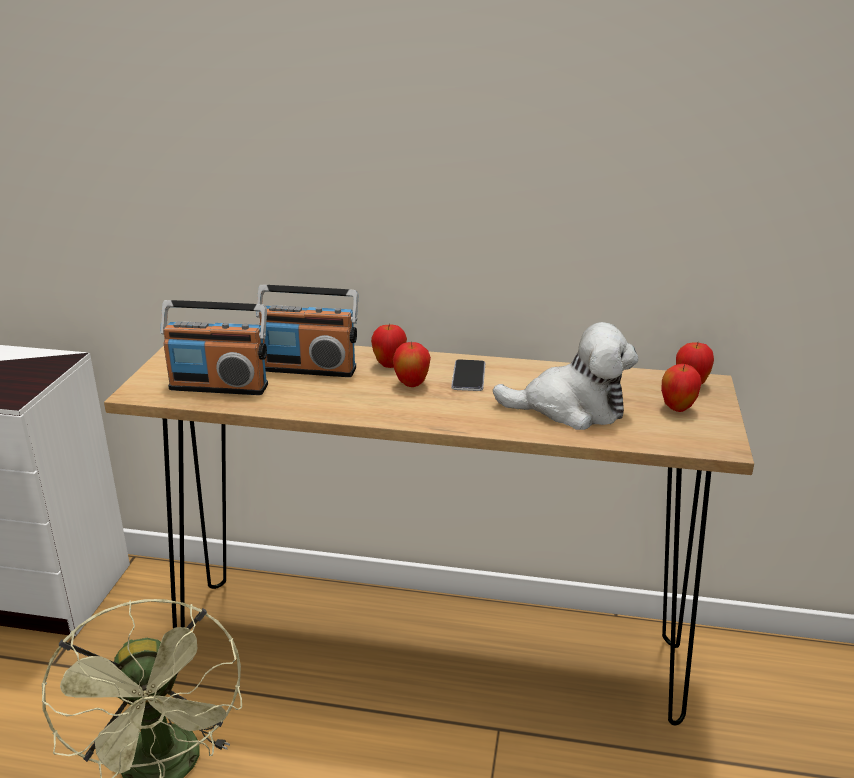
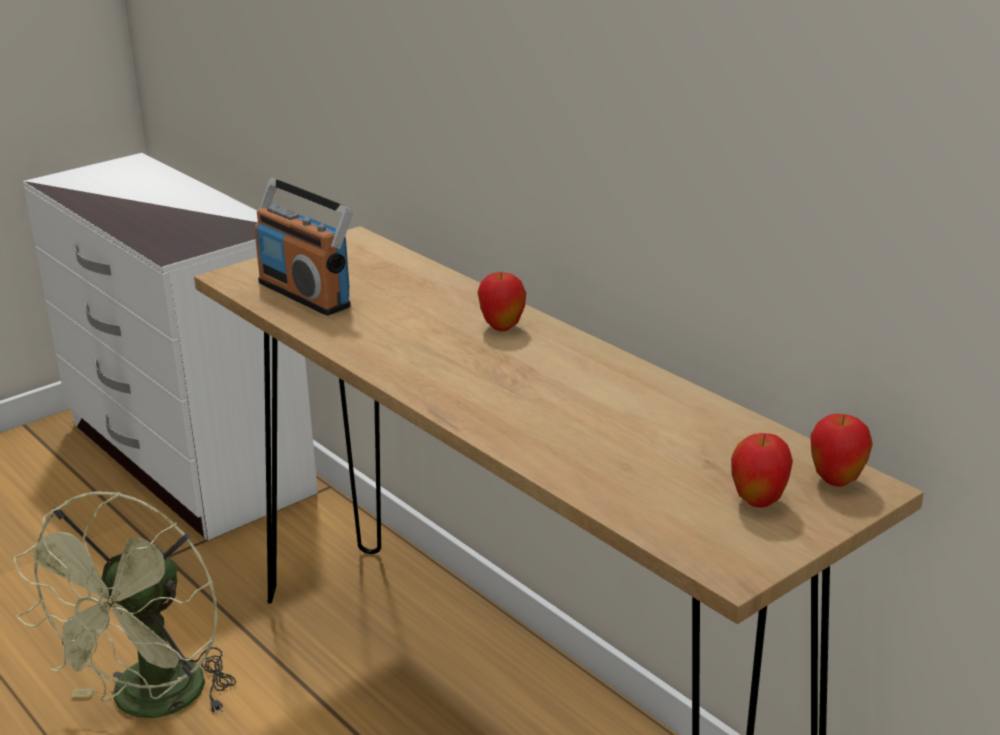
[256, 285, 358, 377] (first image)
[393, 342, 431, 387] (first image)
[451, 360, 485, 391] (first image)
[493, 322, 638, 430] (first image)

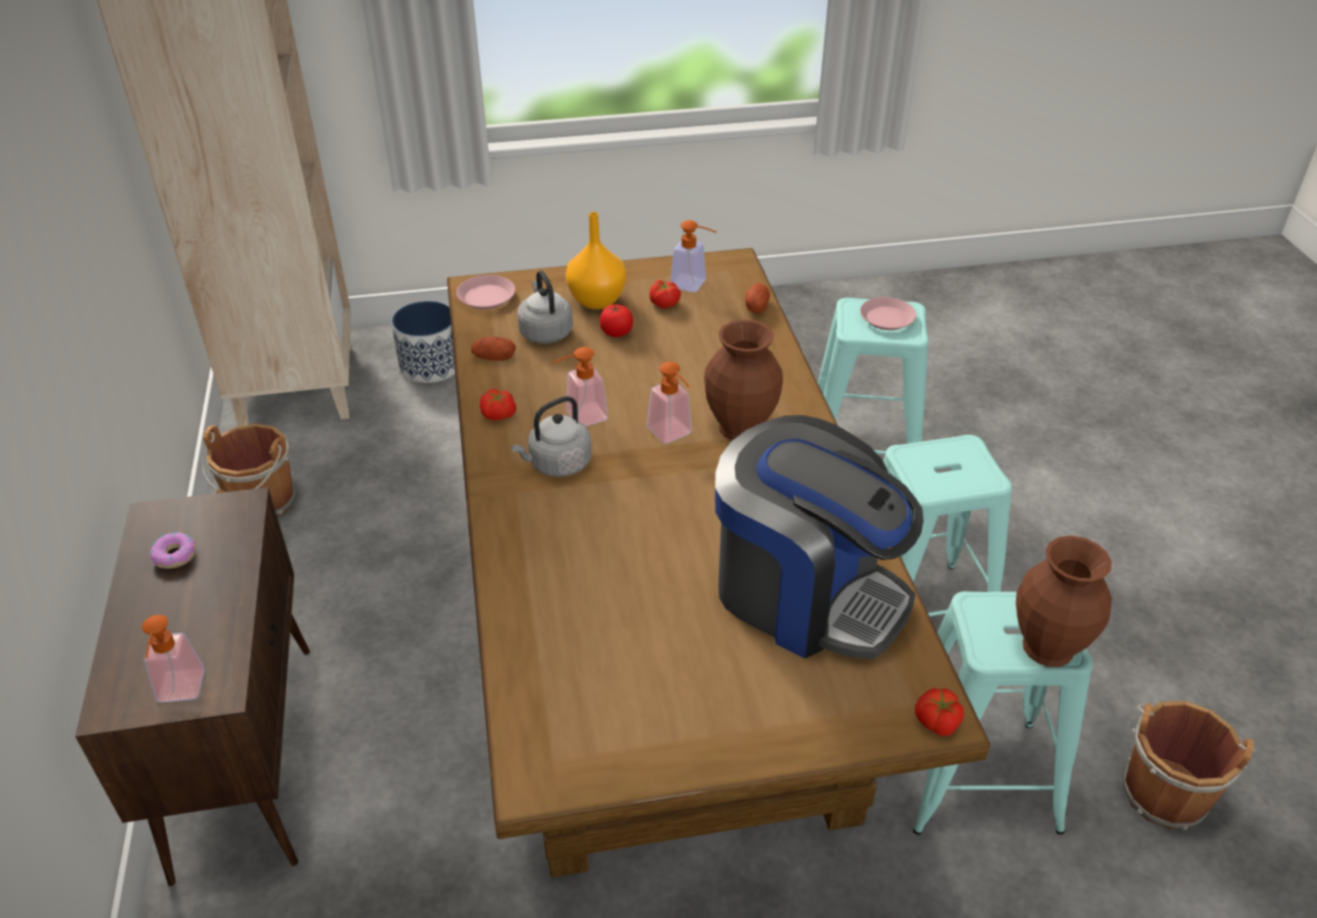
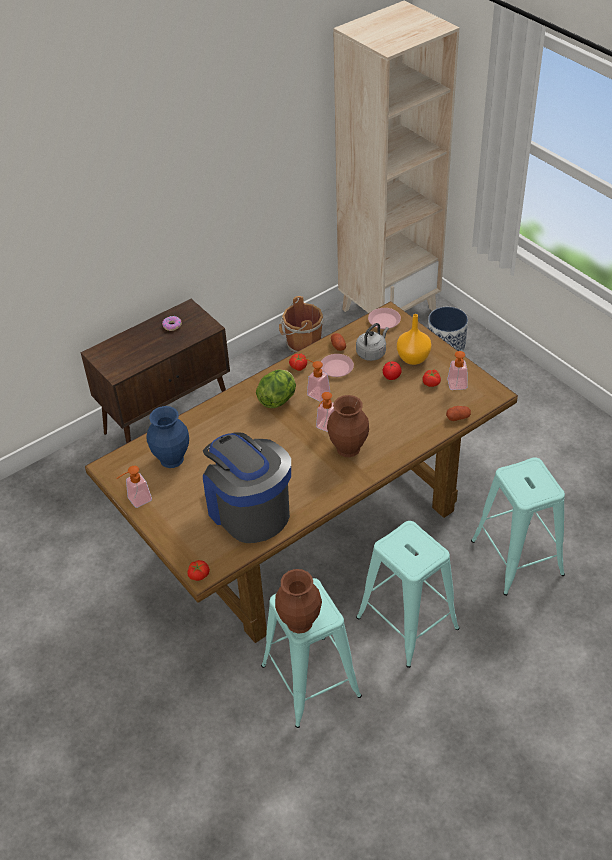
[1123, 701, 1255, 830] (first image)
[147, 406, 189, 468]
[116, 466, 152, 508]
[321, 354, 354, 377]
[256, 369, 296, 408]
[203, 432, 291, 543]

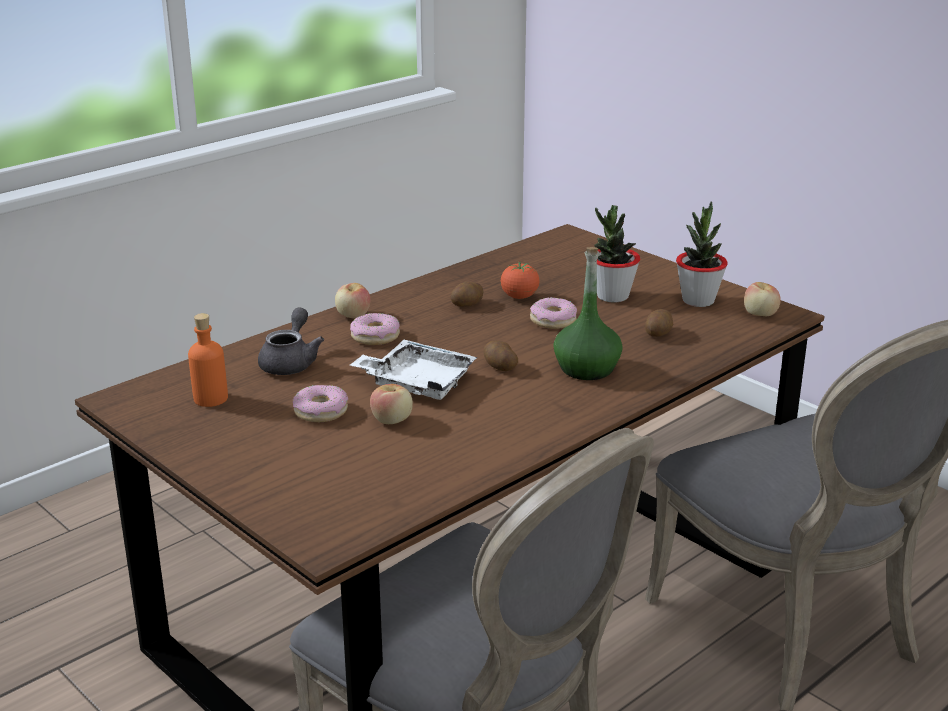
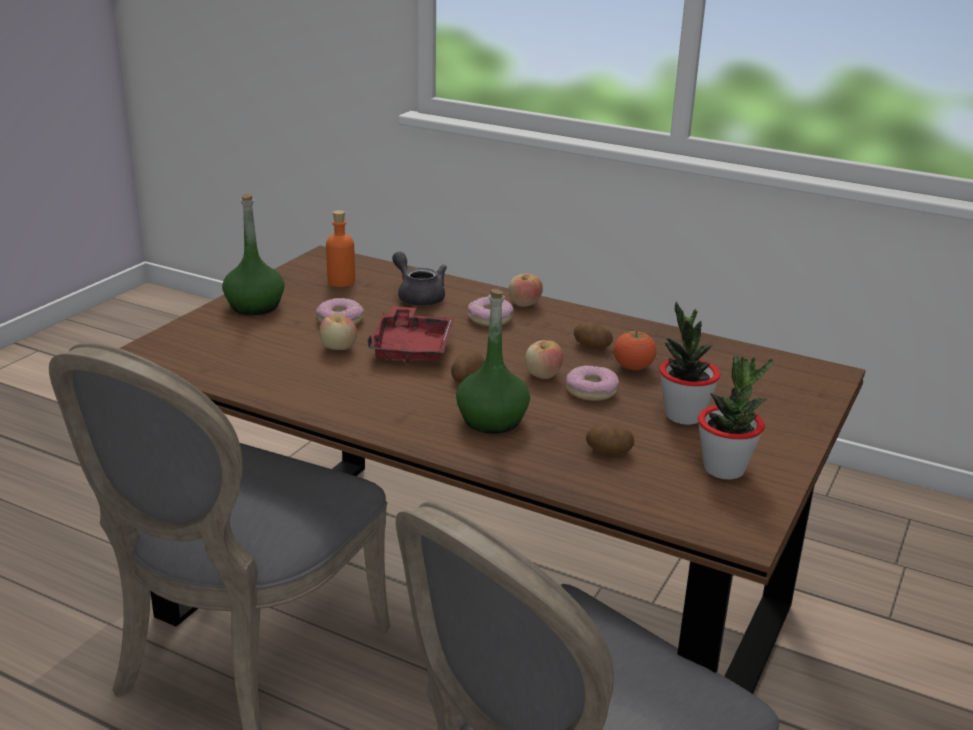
[222, 193, 285, 315]
[525, 340, 563, 379]
[367, 306, 455, 363]
[392, 252, 447, 306]

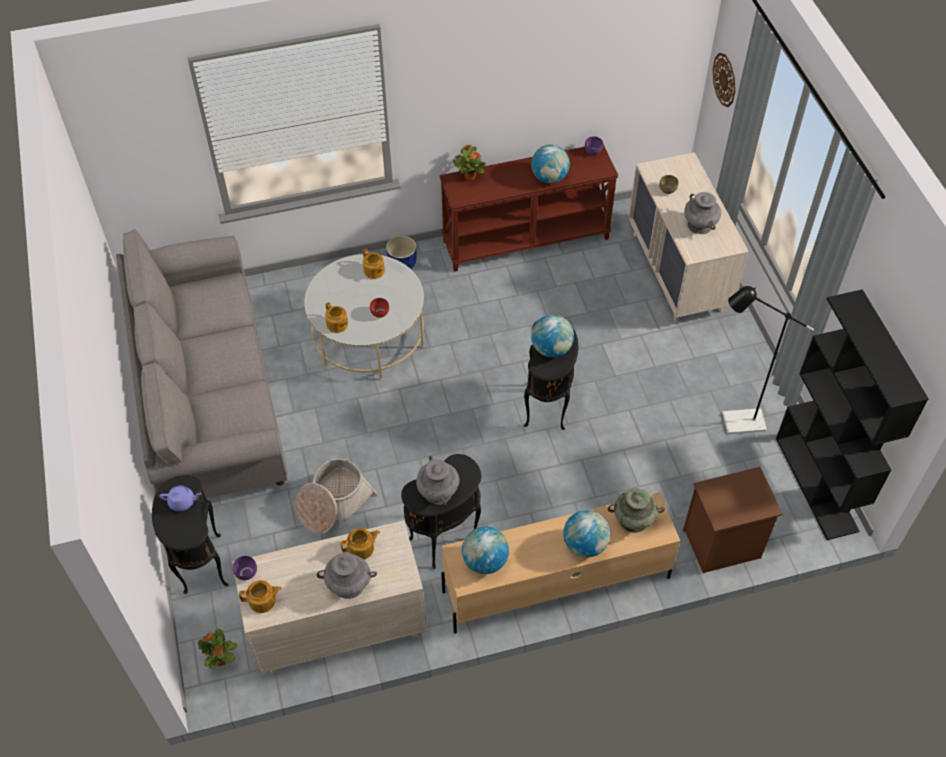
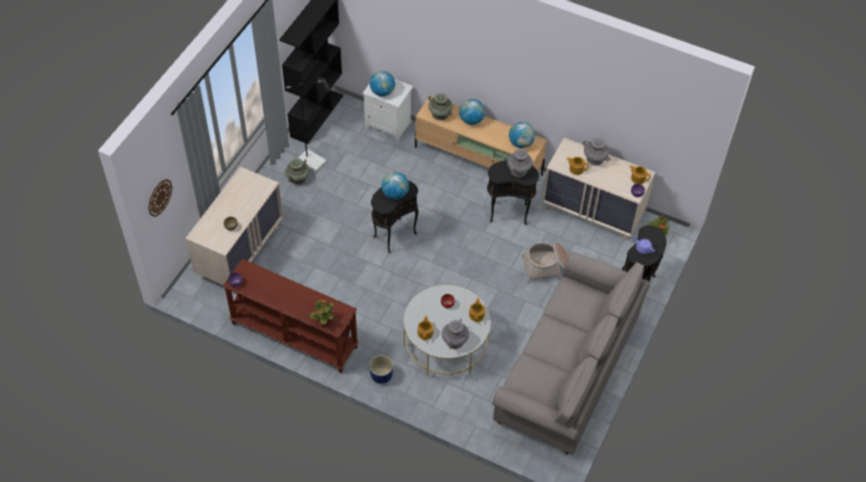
[285, 158, 310, 185]
[370, 71, 395, 97]
[442, 319, 469, 349]
[362, 79, 413, 141]

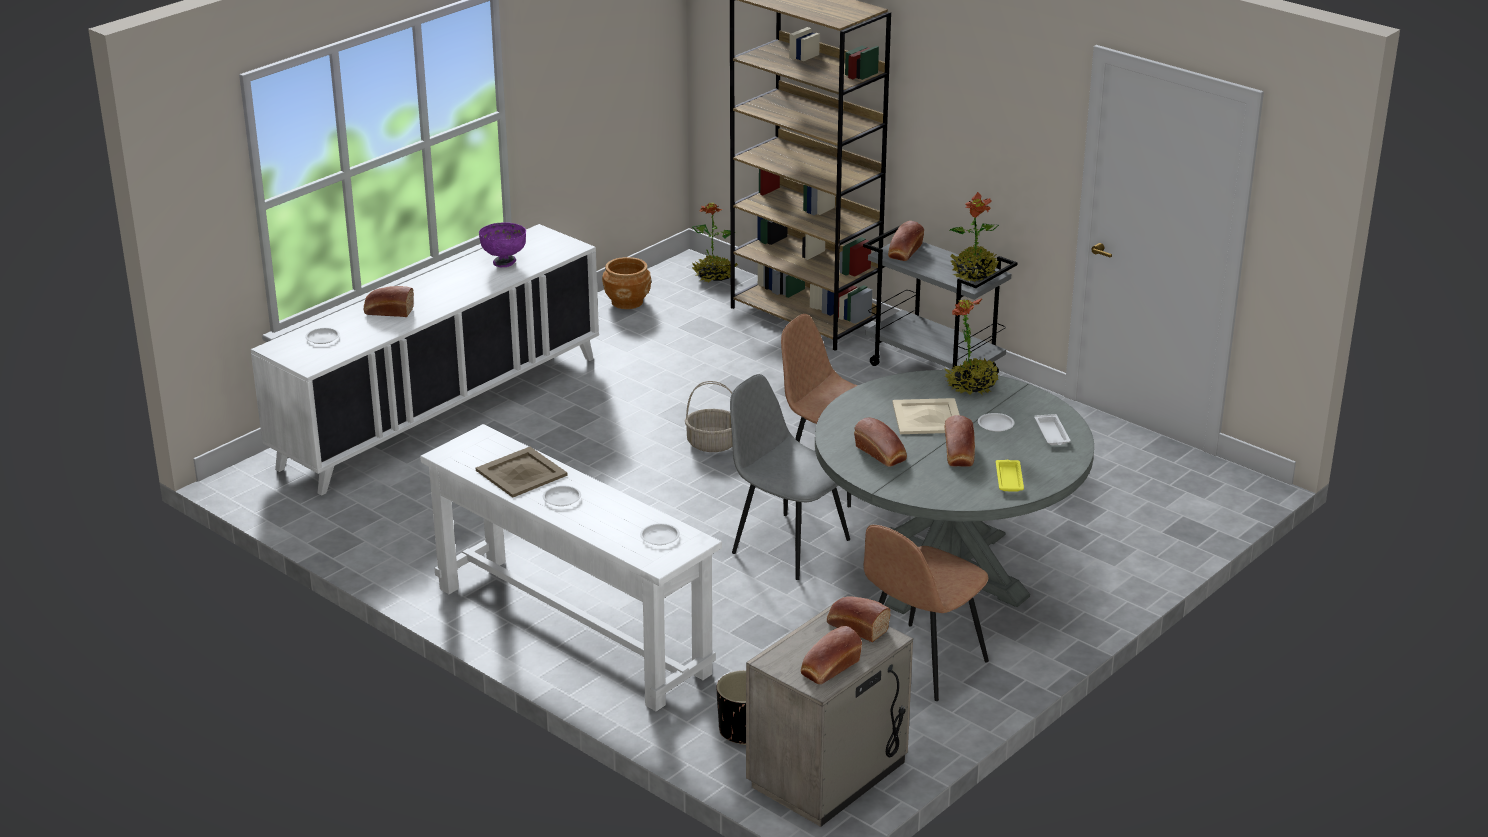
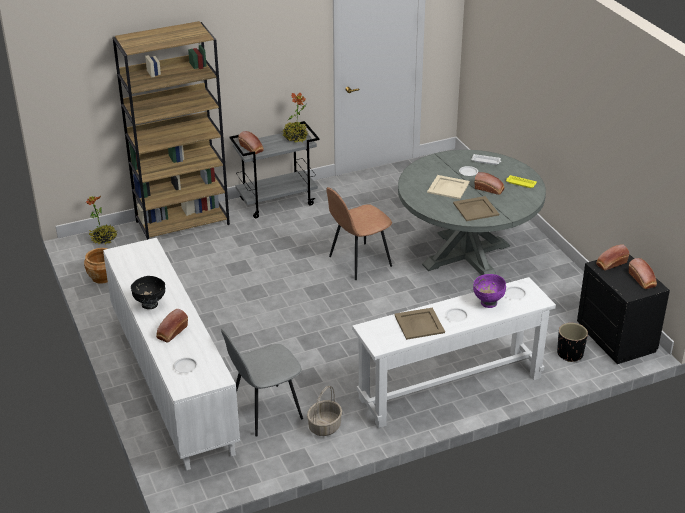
[864, 525, 989, 701] (first image)
[944, 298, 999, 395] (first image)
[131, 276, 165, 309]
[473, 274, 506, 308]
[307, 386, 342, 436]
[221, 329, 303, 436]
[453, 196, 499, 221]
[577, 254, 670, 364]

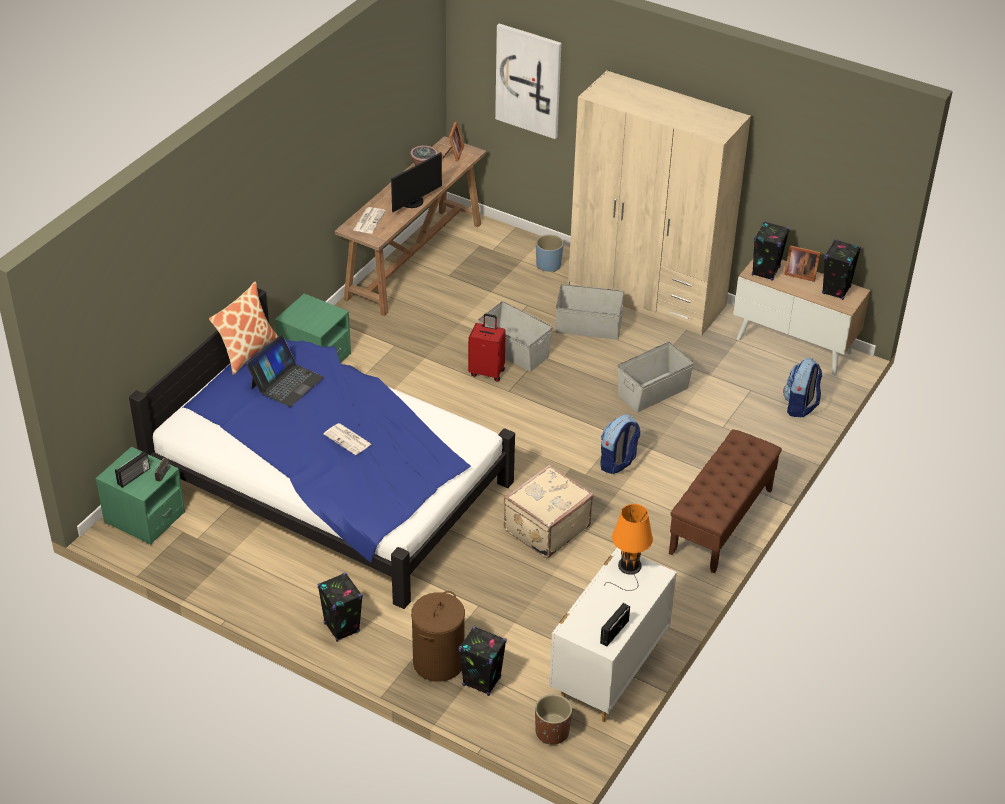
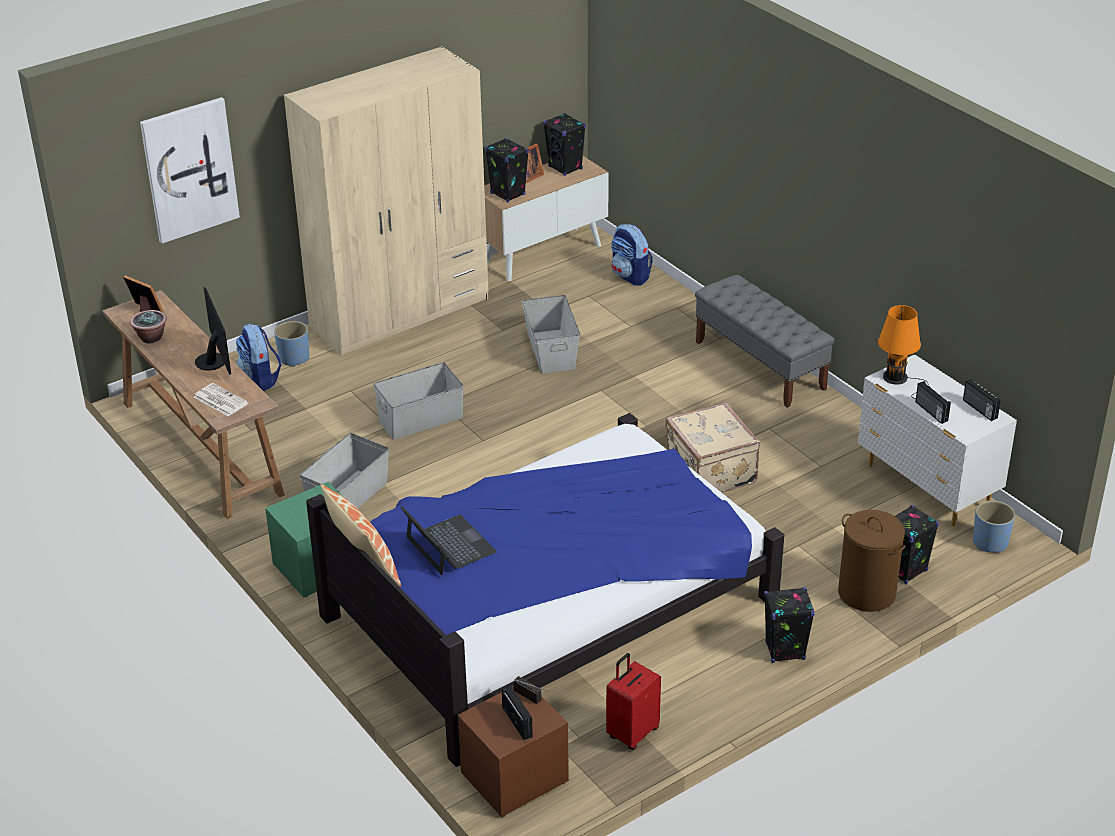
[323, 423, 371, 455] (first image)
[915, 381, 951, 424]
[606, 653, 661, 750]
[300, 433, 389, 509]
[236, 323, 282, 391]
[458, 686, 569, 817]
[973, 500, 1015, 553]
[695, 275, 835, 408]

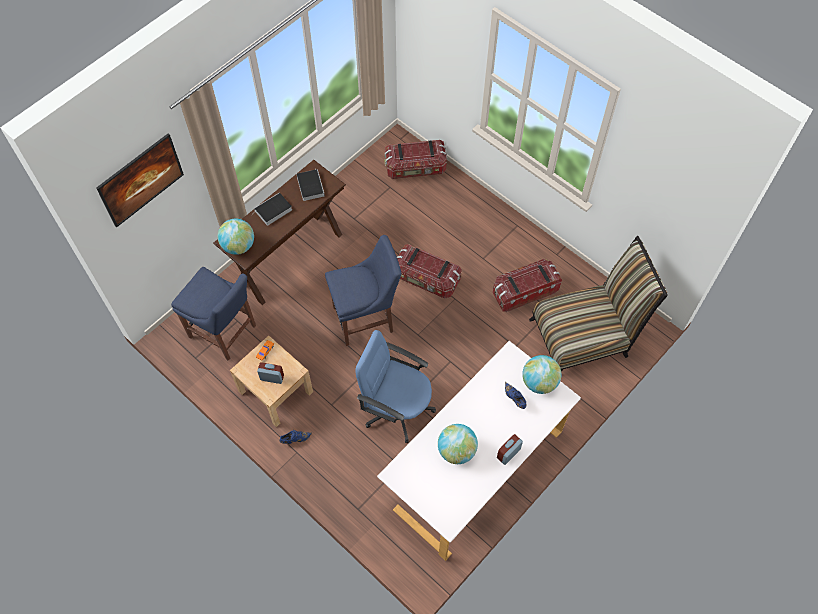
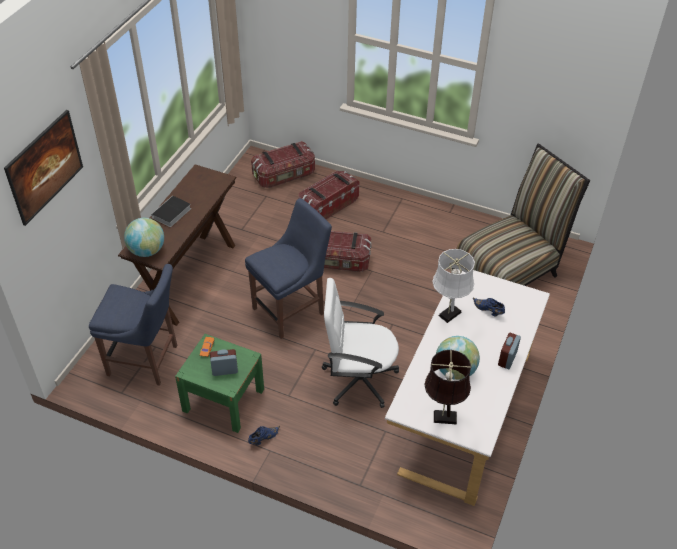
[296, 168, 325, 201] (first image)
[522, 355, 562, 394] (first image)
[424, 350, 471, 425]
[432, 249, 475, 323]
[298, 171, 359, 219]
[175, 334, 264, 433]
[322, 278, 399, 408]

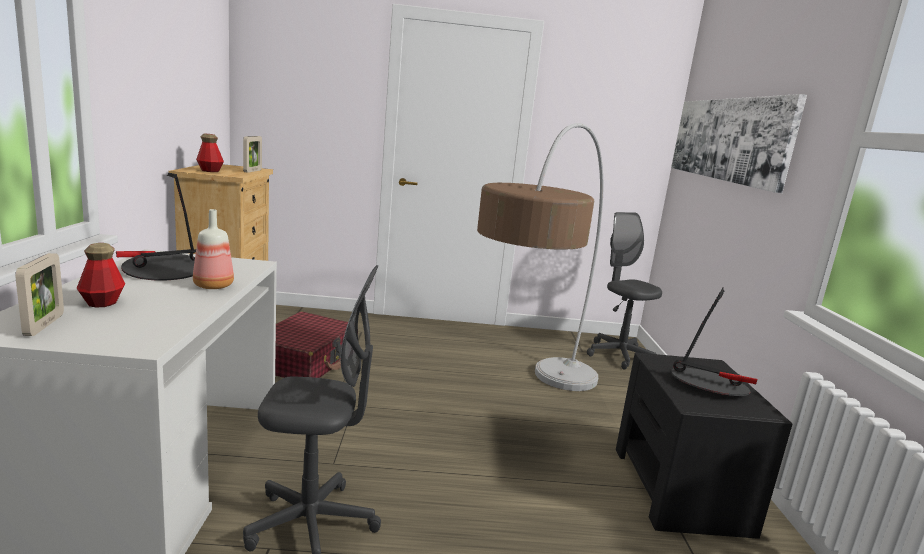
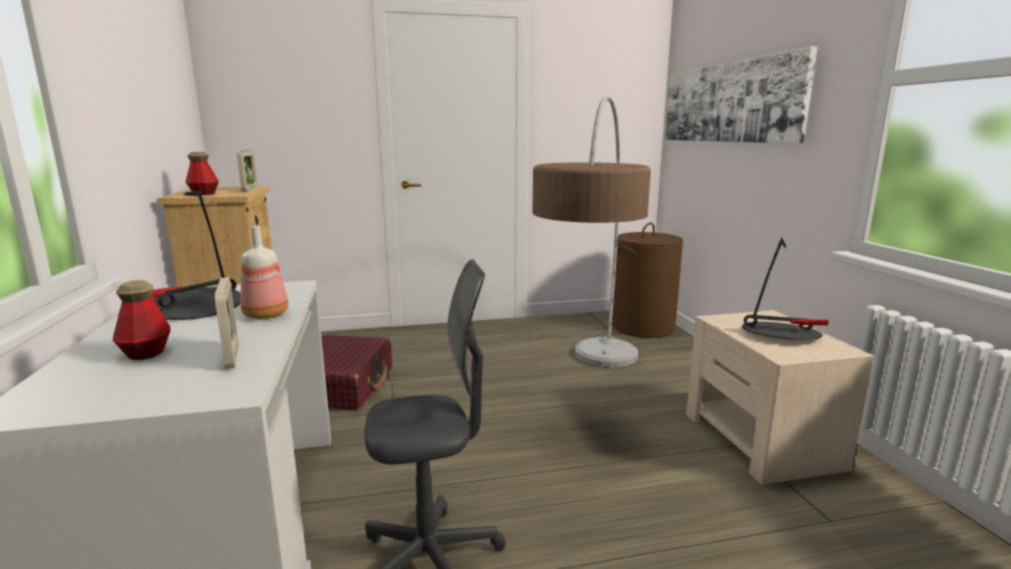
[215, 277, 238, 369]
[612, 222, 683, 338]
[686, 310, 874, 484]

